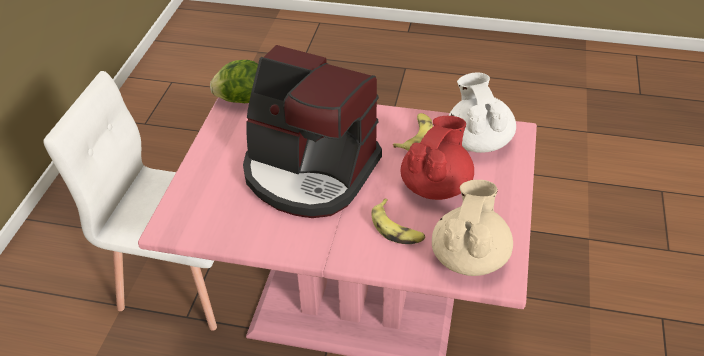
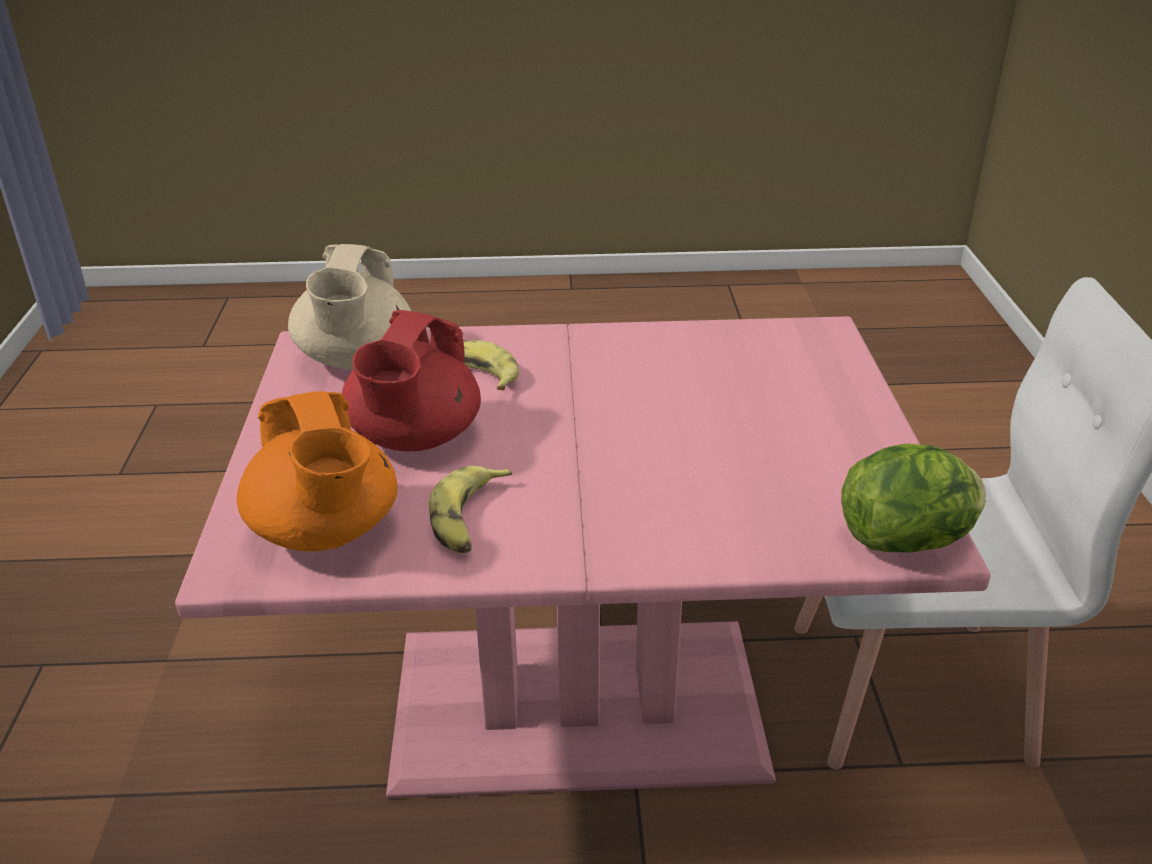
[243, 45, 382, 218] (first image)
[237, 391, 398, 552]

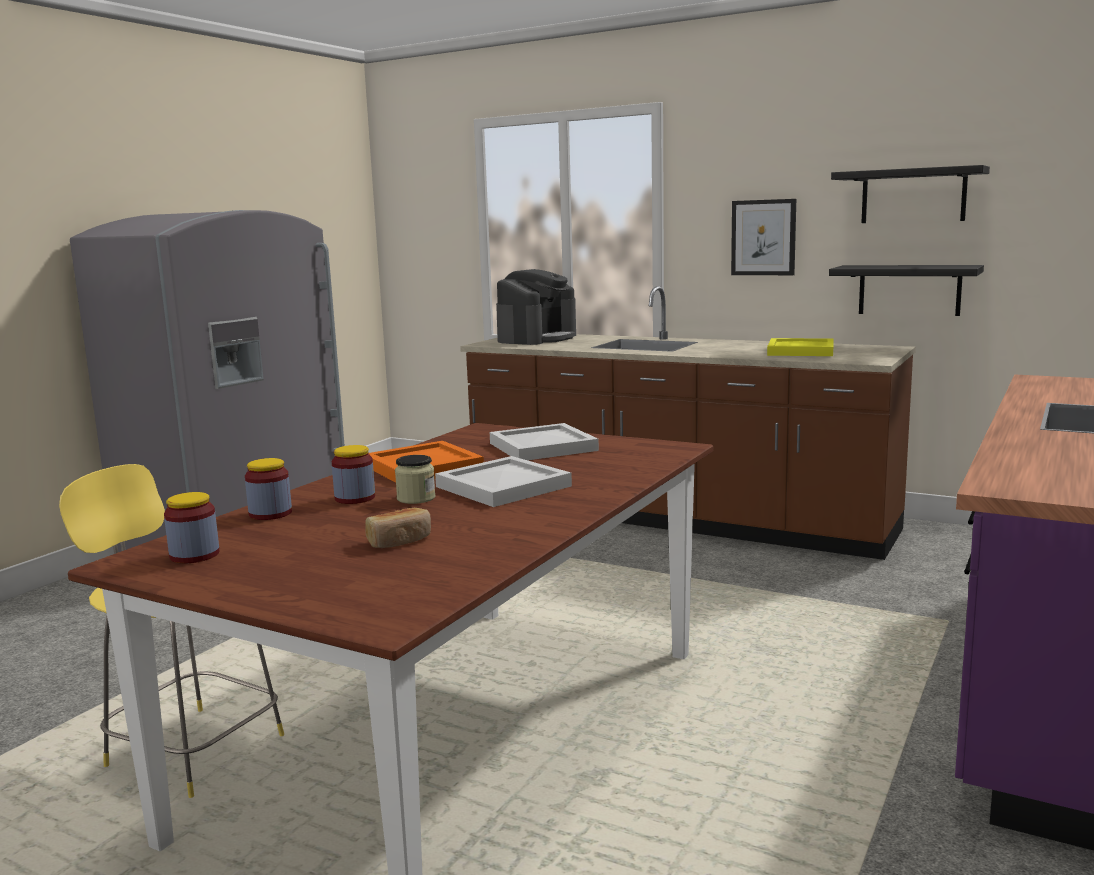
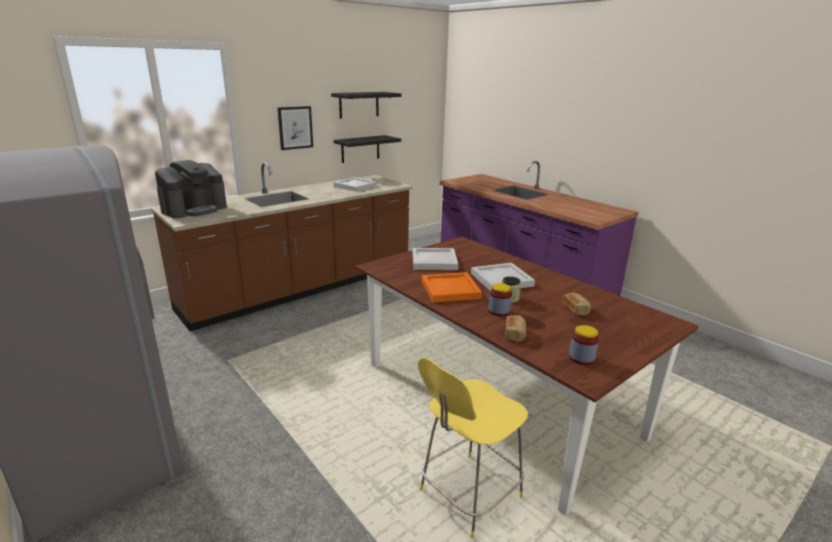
[505, 315, 526, 342]
[334, 177, 377, 192]
[155, 160, 227, 218]

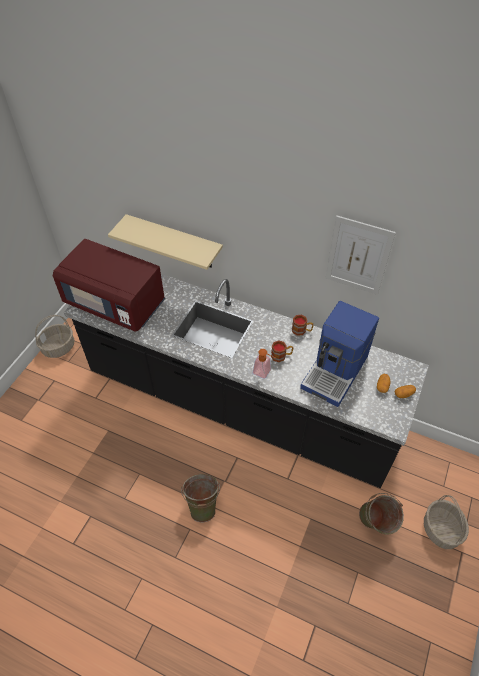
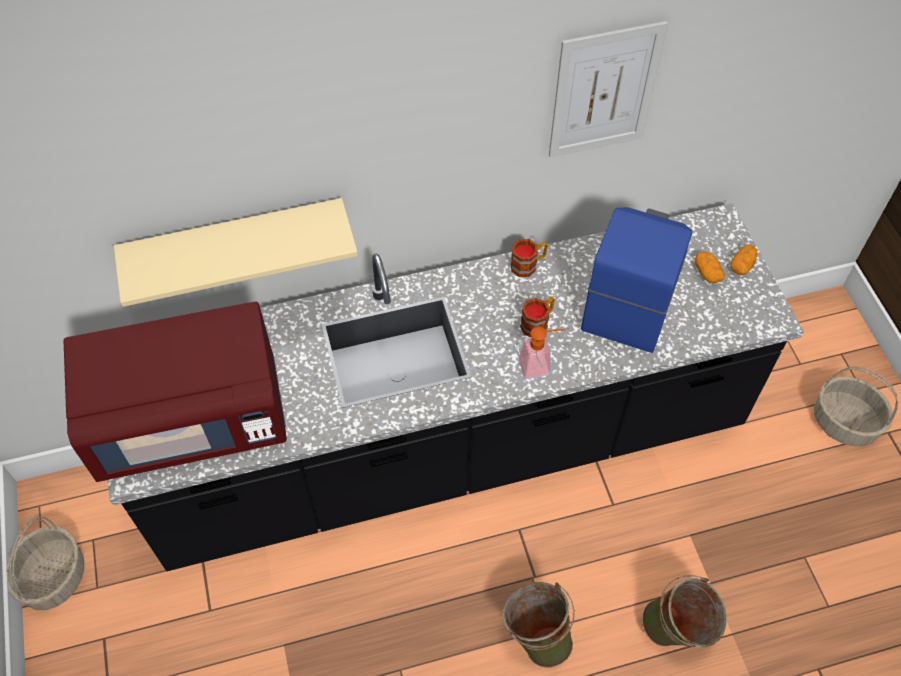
[642, 575, 727, 647]
[581, 207, 692, 353]

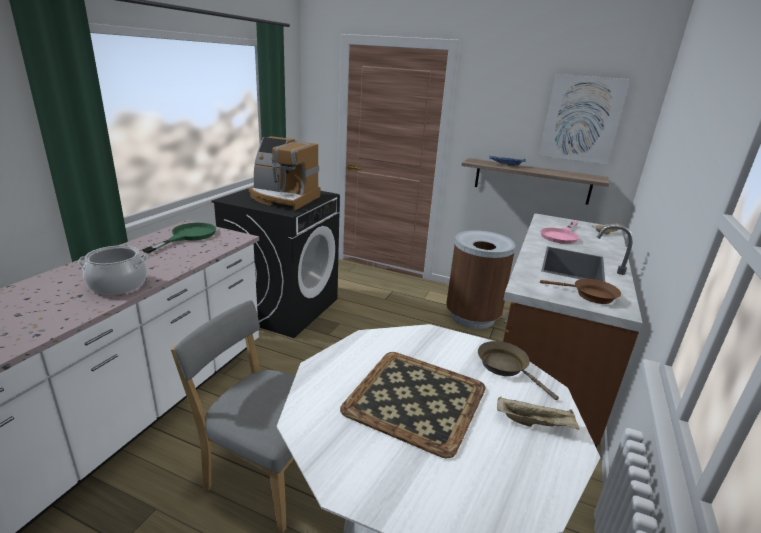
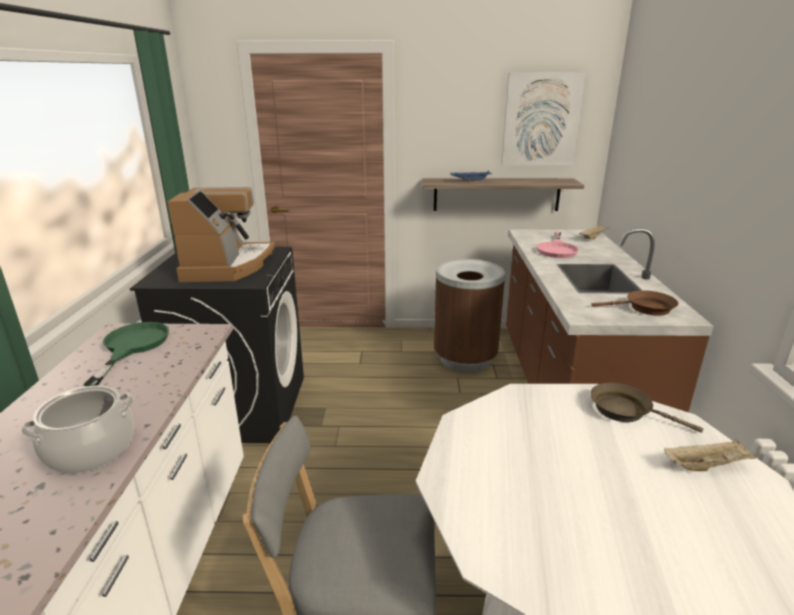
[340, 352, 485, 458] (first image)
[167, 187, 275, 282]

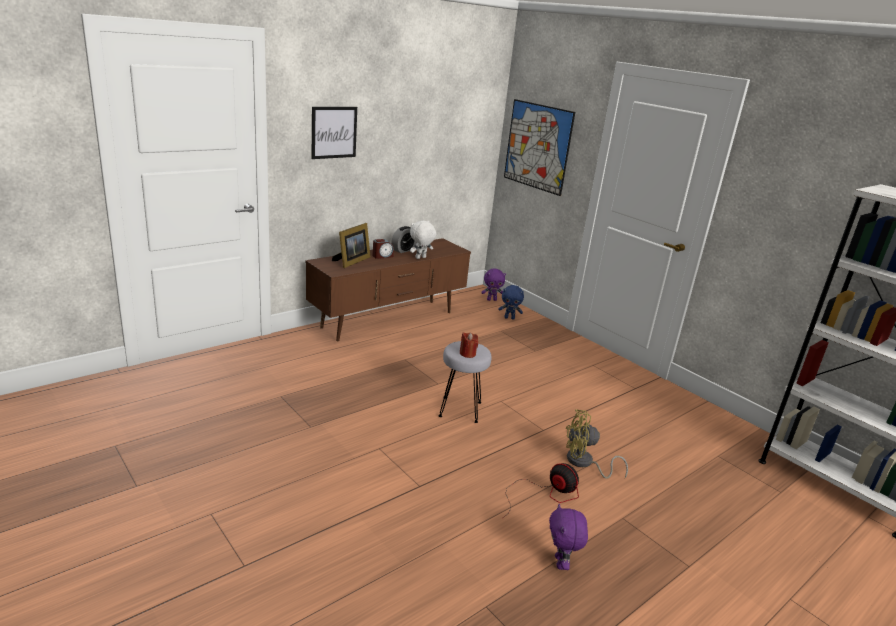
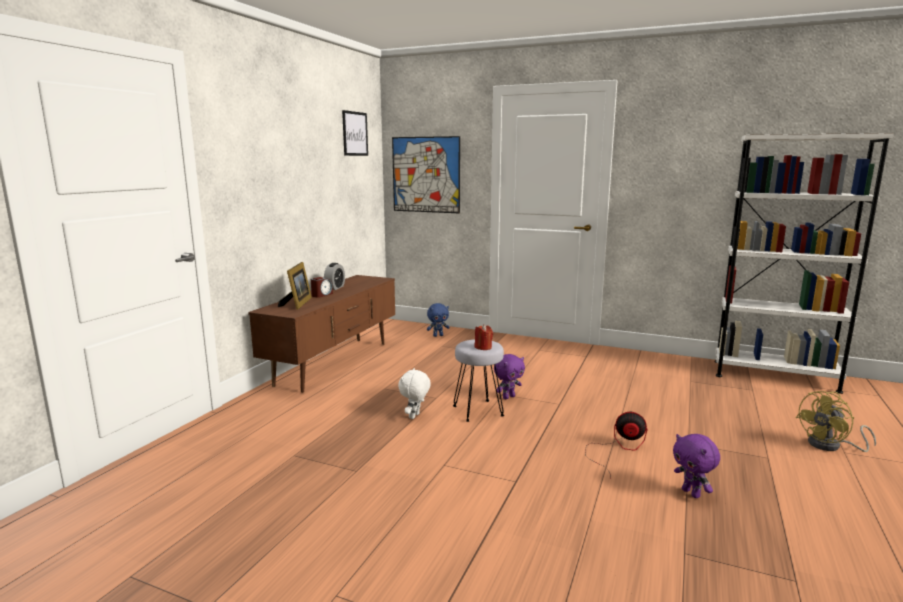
[342, 110, 368, 156]
[398, 368, 431, 419]
[494, 354, 525, 399]
[796, 391, 876, 452]

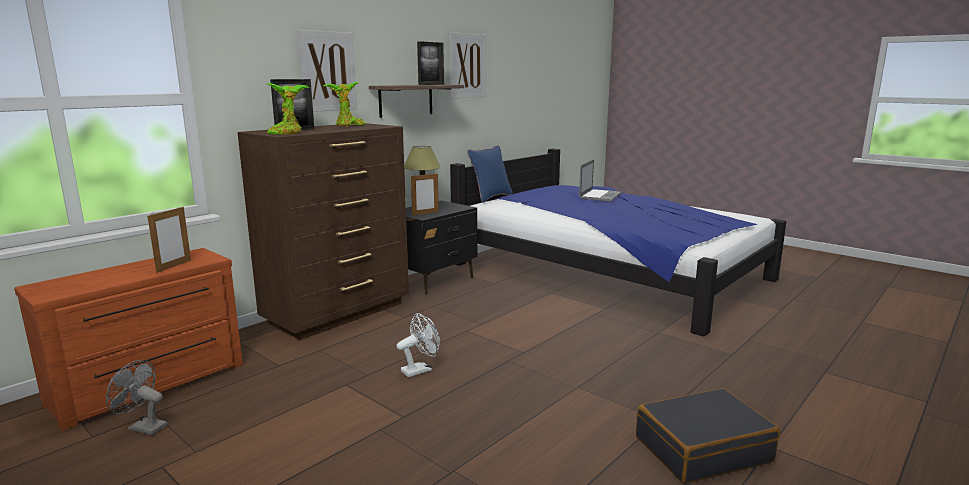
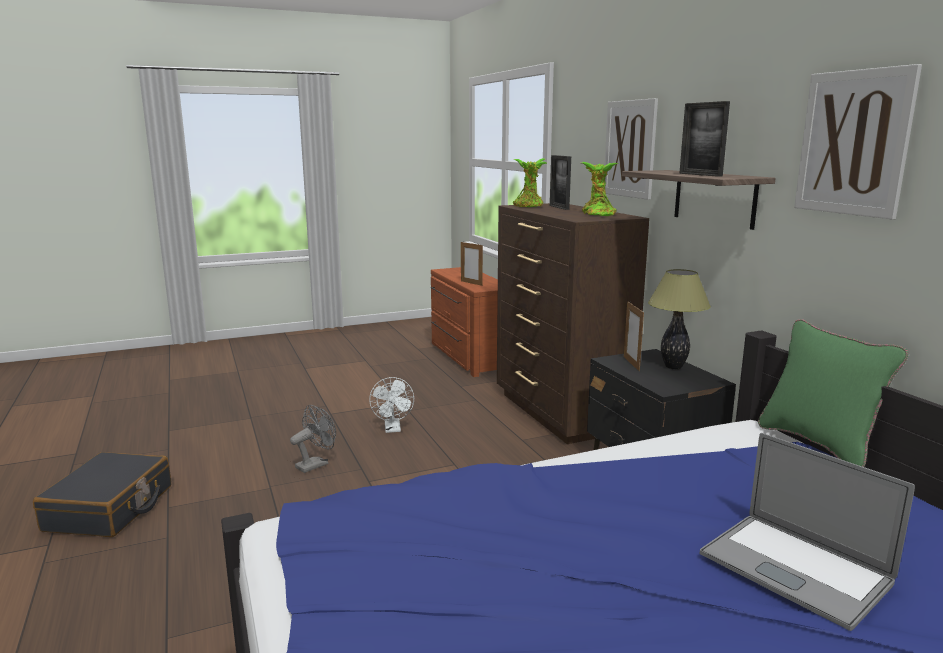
[290, 405, 336, 473]
[758, 319, 908, 467]

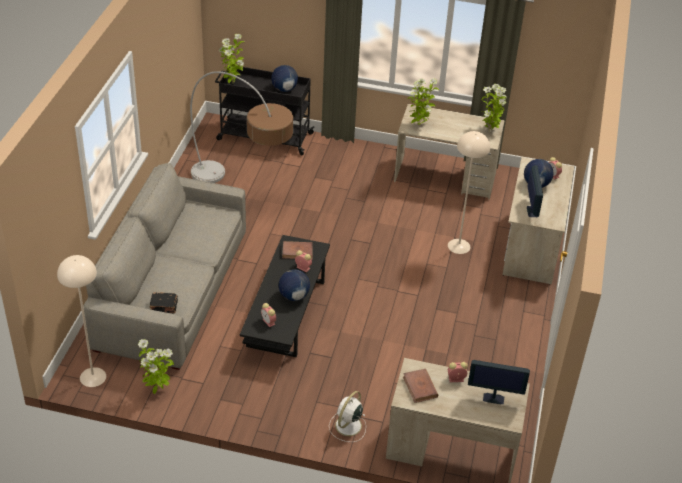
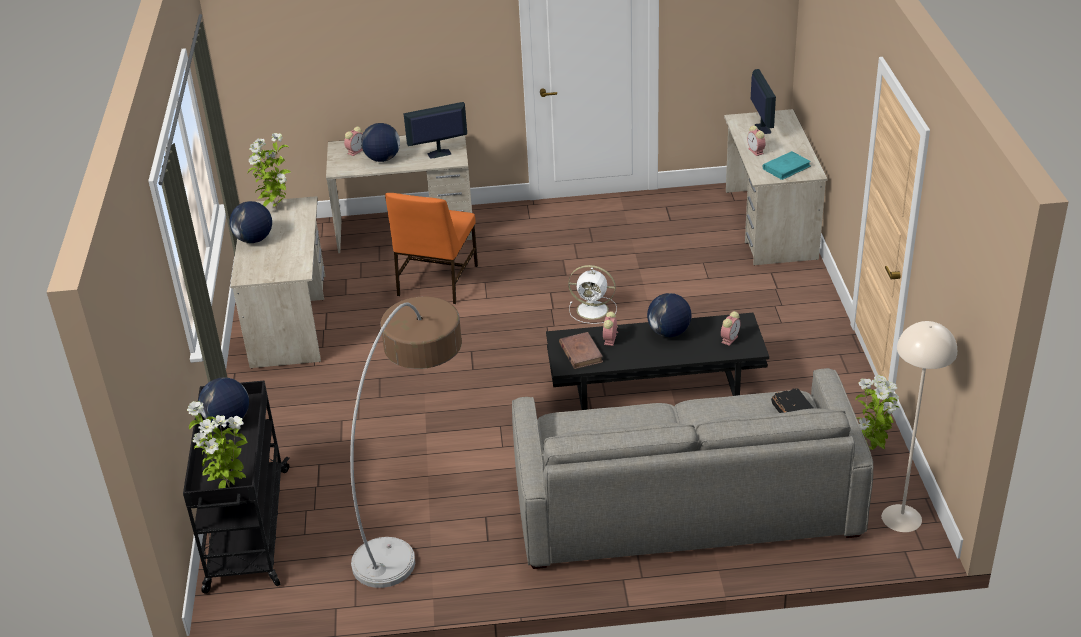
[407, 78, 439, 126] (first image)
[229, 201, 272, 243]
[568, 265, 617, 324]
[385, 193, 478, 304]
[763, 151, 811, 180]

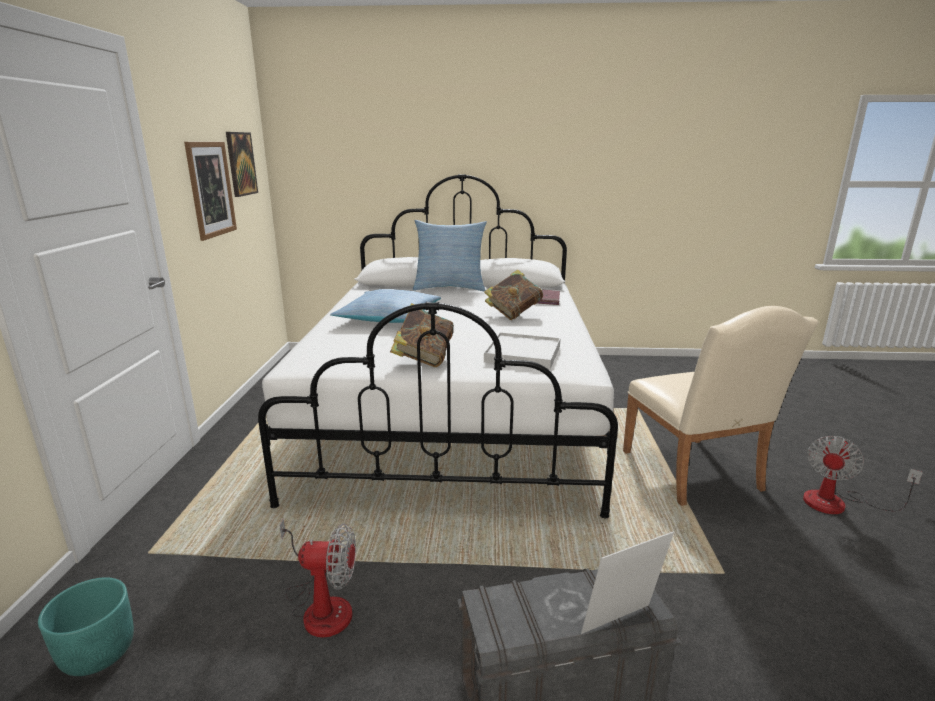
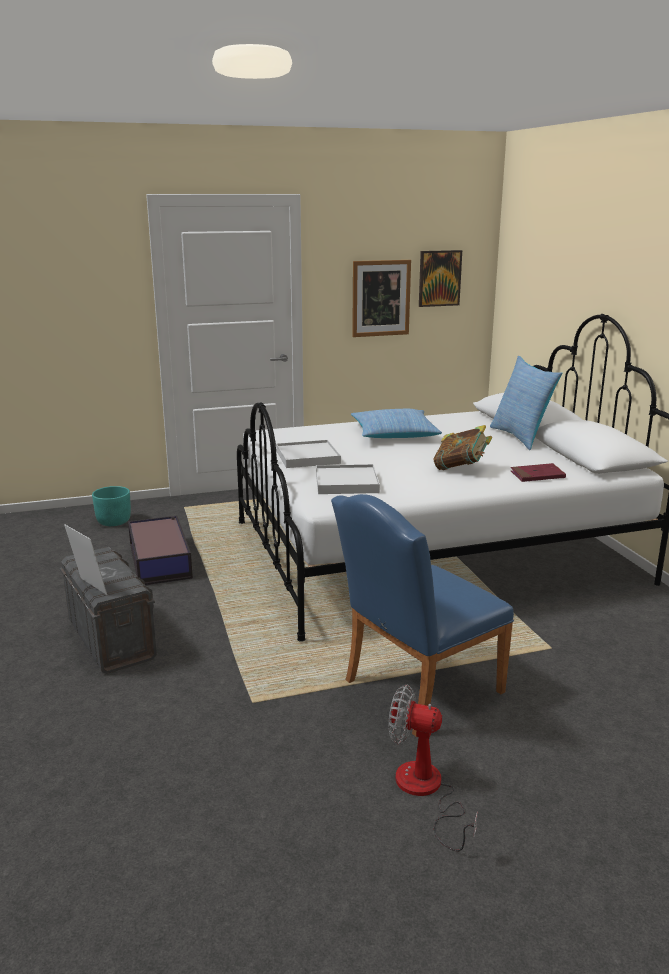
[128, 516, 193, 585]
[276, 440, 341, 468]
[331, 494, 514, 737]

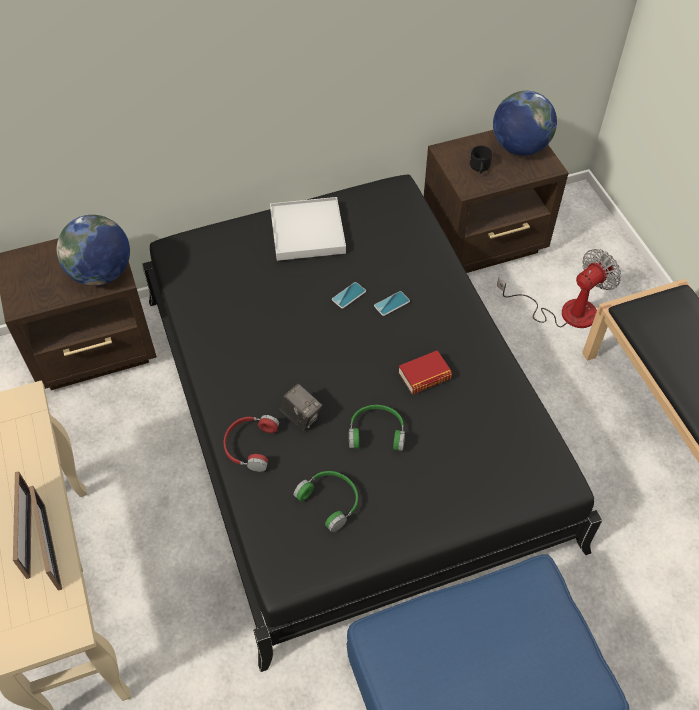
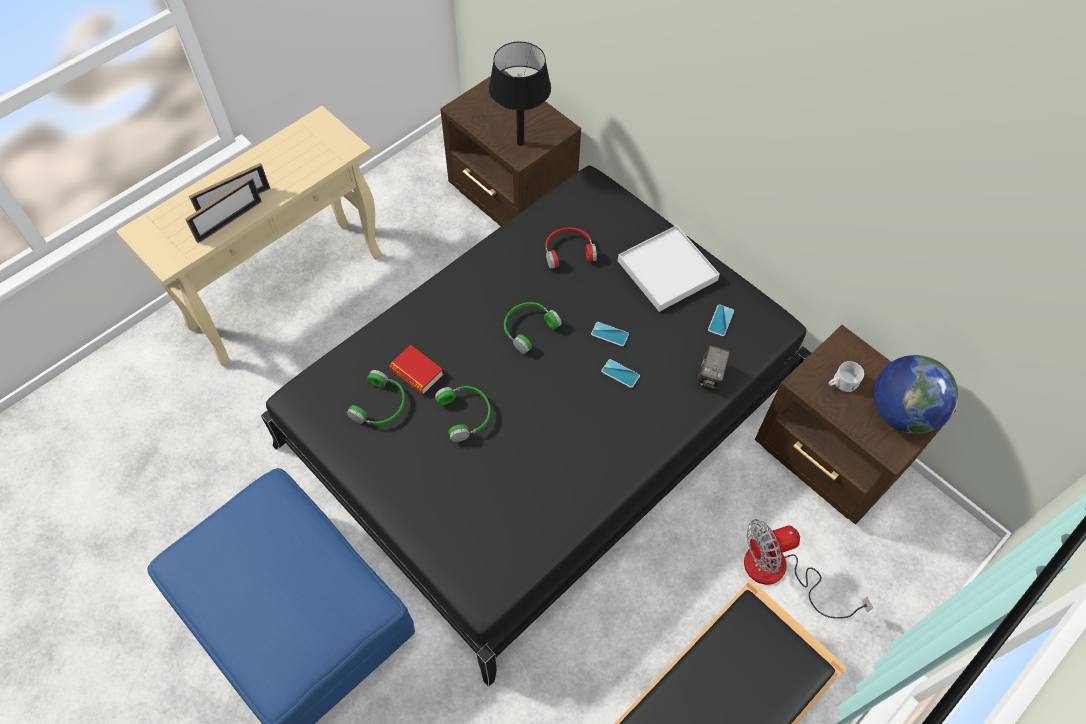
[504, 302, 562, 354]
[708, 305, 734, 336]
[545, 228, 597, 269]
[697, 346, 730, 389]
[389, 345, 443, 394]
[489, 42, 551, 146]
[828, 361, 864, 392]
[744, 519, 873, 619]

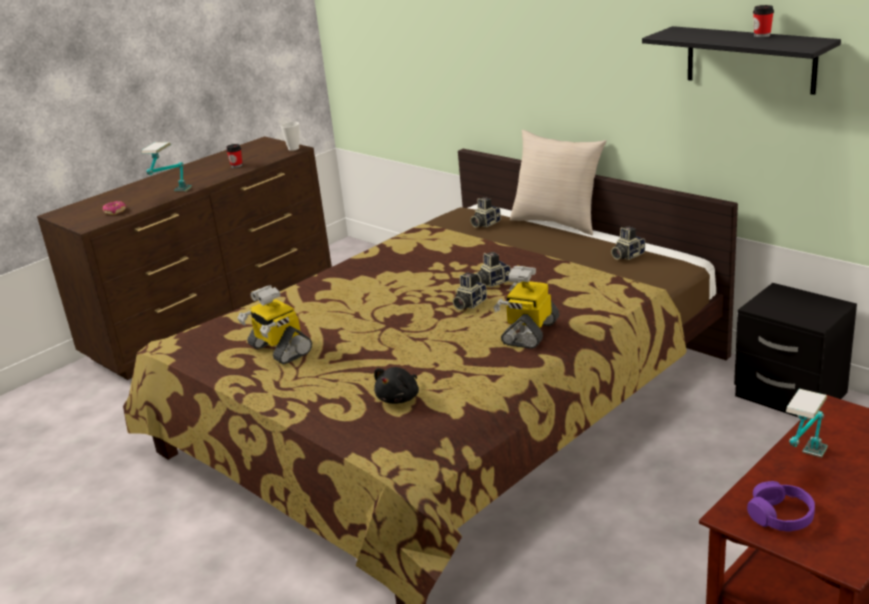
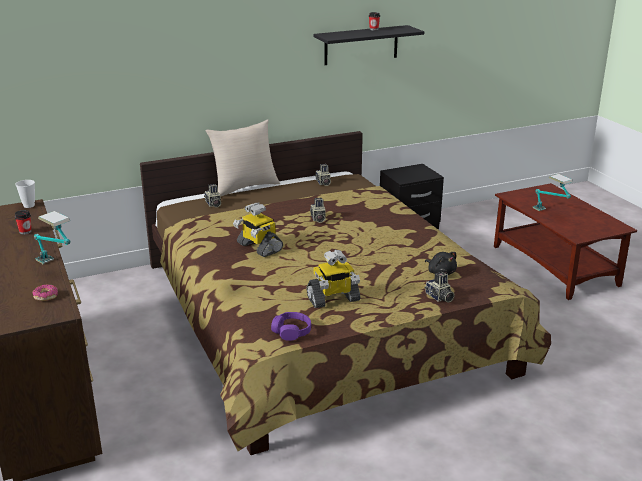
[424, 272, 455, 303]
[233, 203, 283, 257]
[271, 312, 311, 341]

